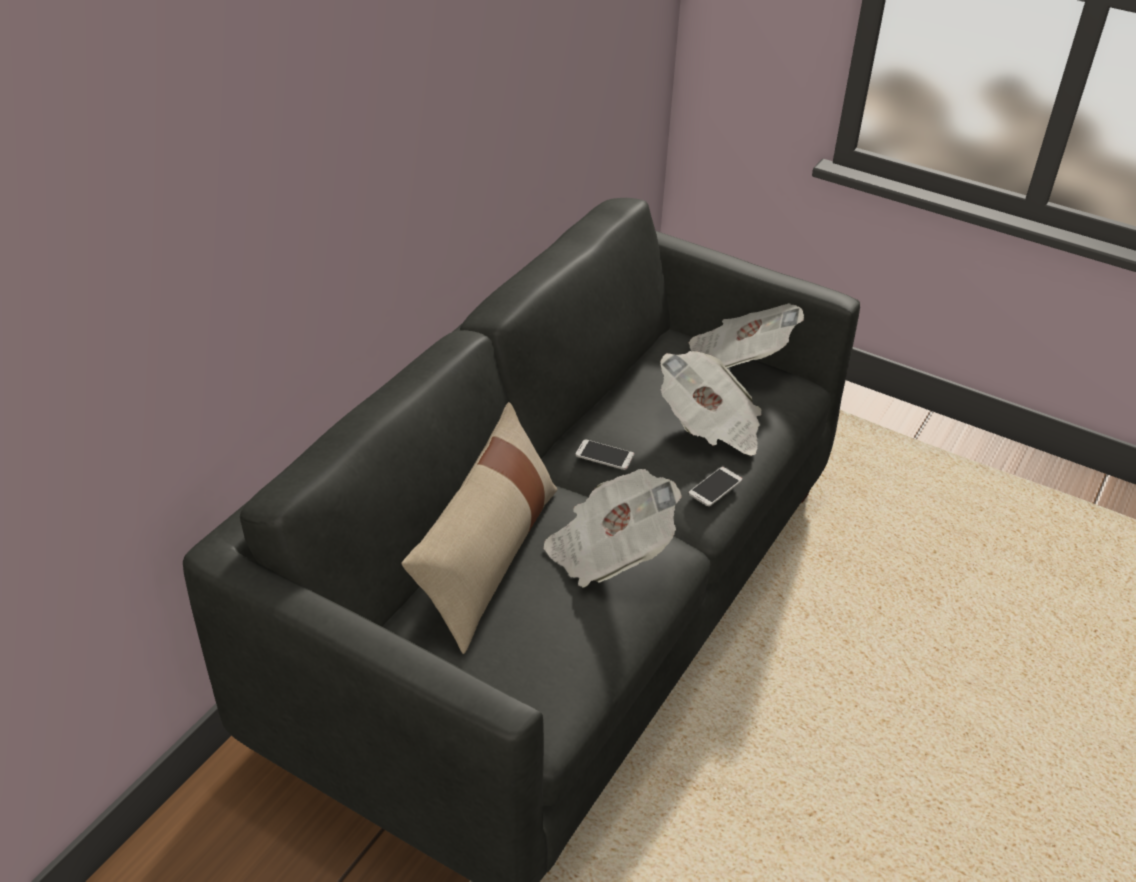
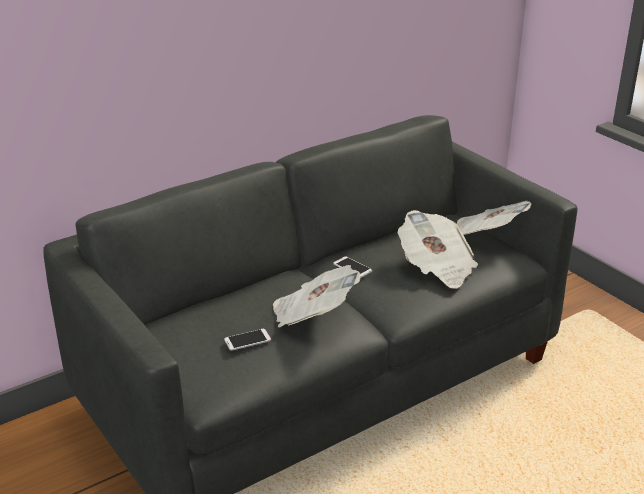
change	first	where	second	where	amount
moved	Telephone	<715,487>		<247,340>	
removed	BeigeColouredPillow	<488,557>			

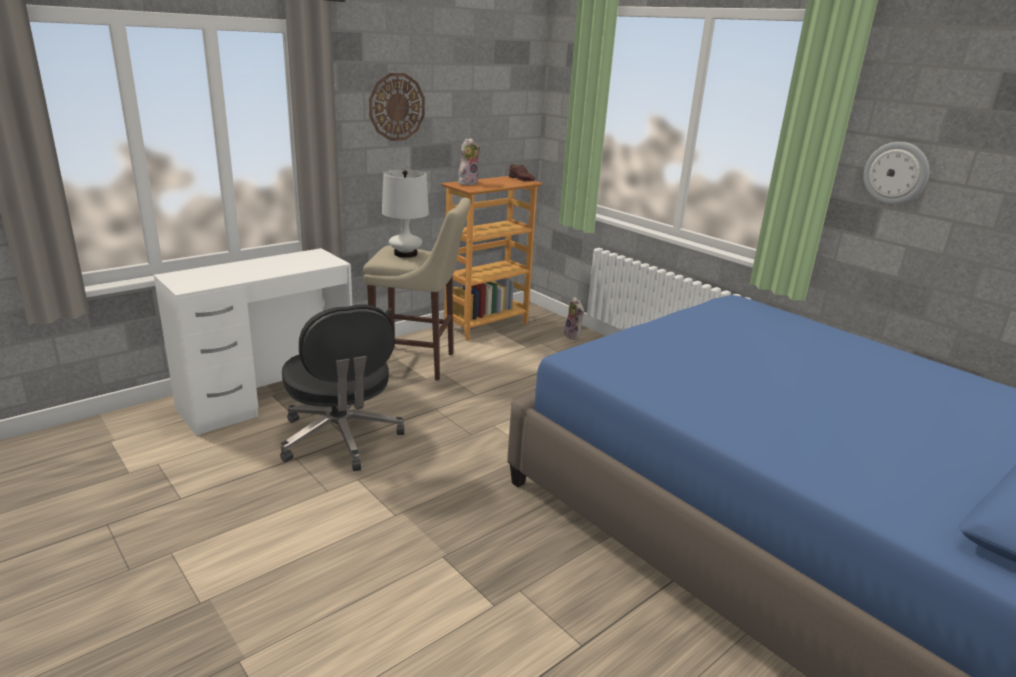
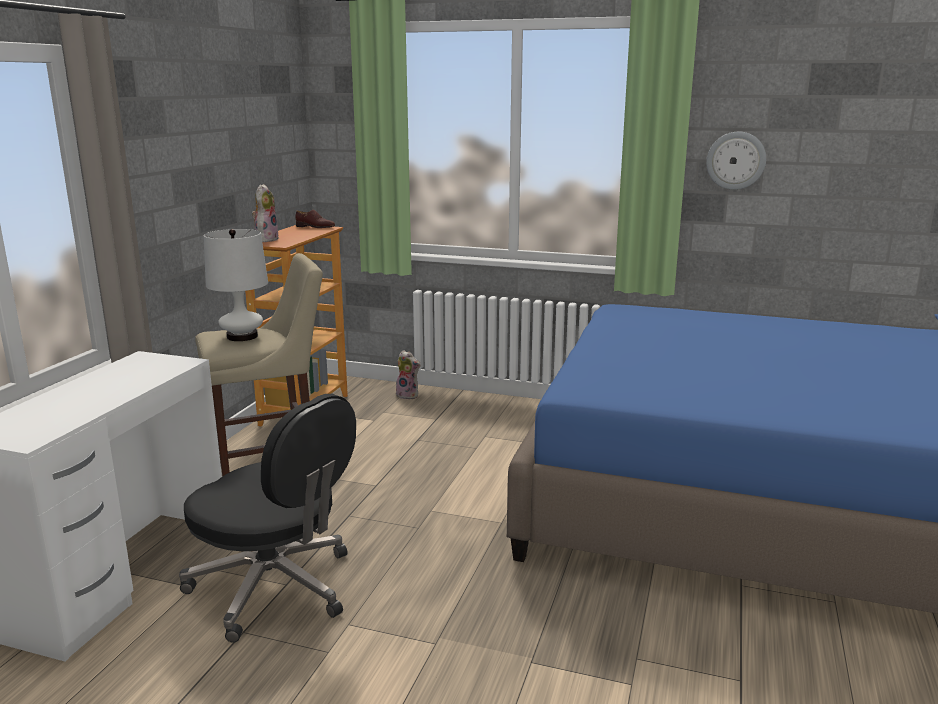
change	first	where	second	where	amount
removed	ClockOnTheWall	<396,107>			

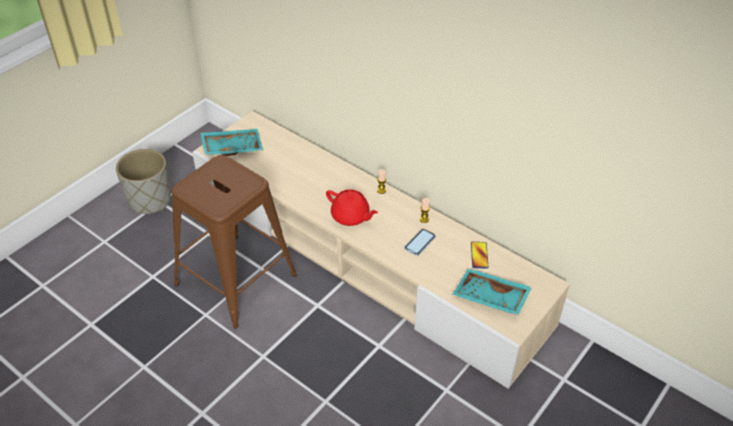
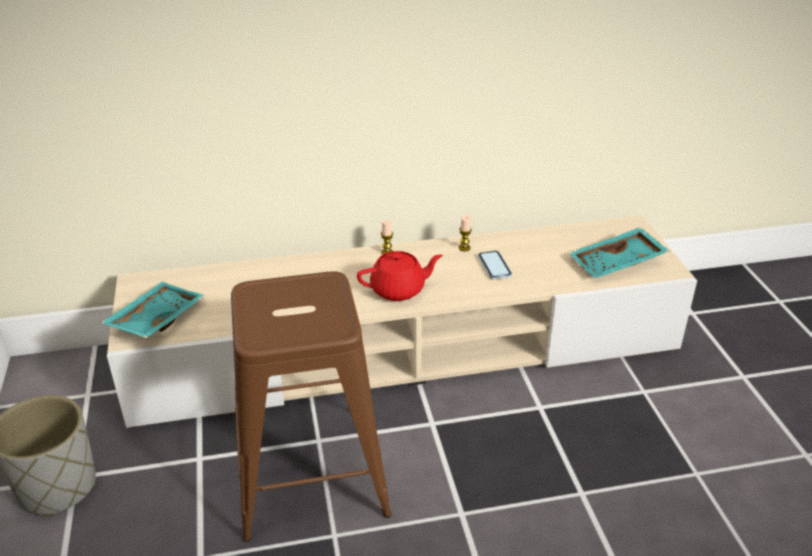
change	first	where	second	where	amount
removed	Telephone	<479,255>			

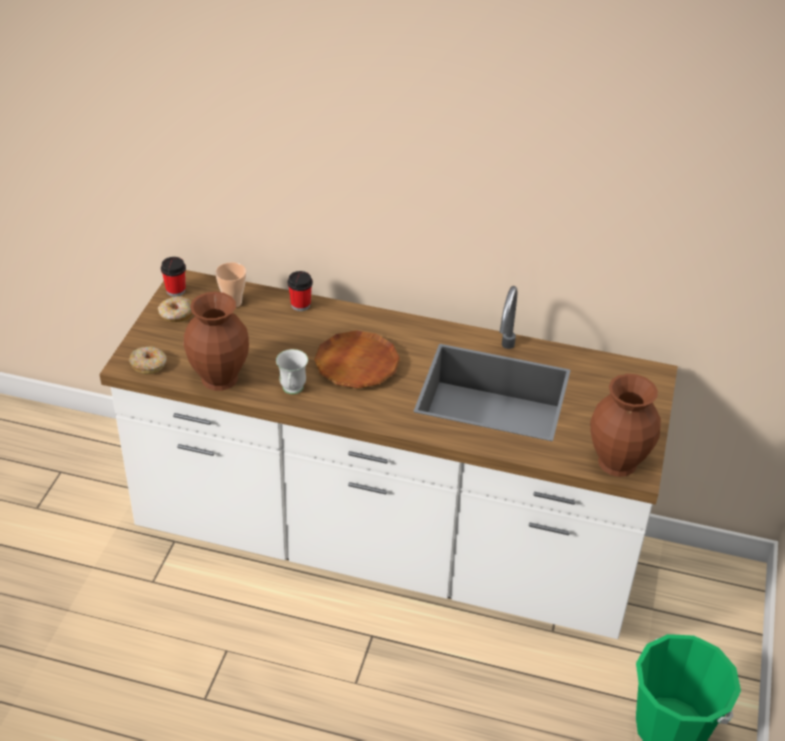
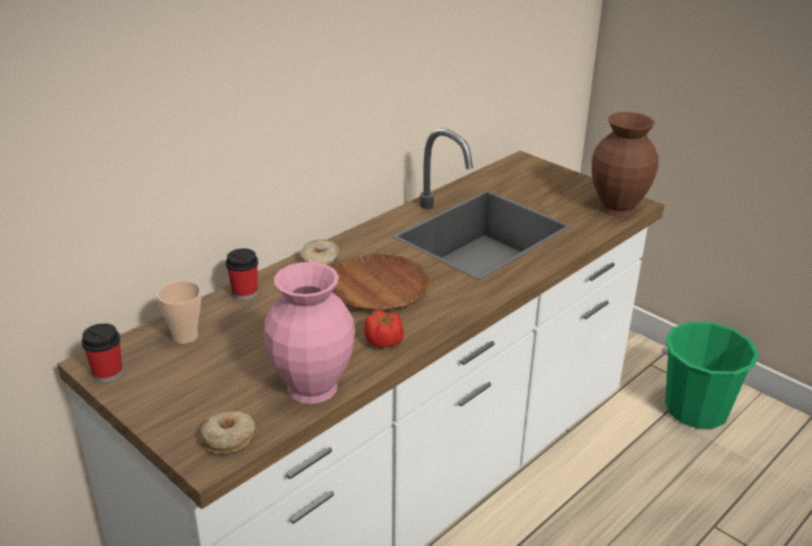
change	first	where	second	where	amount
recoloured	BrownishVase	<219,377>	PinkVase	<310,386>	
moved	Doughnut	<176,314>		<320,261>	
replaced	WhitishMug	<292,391>	Tomato	<384,342>	

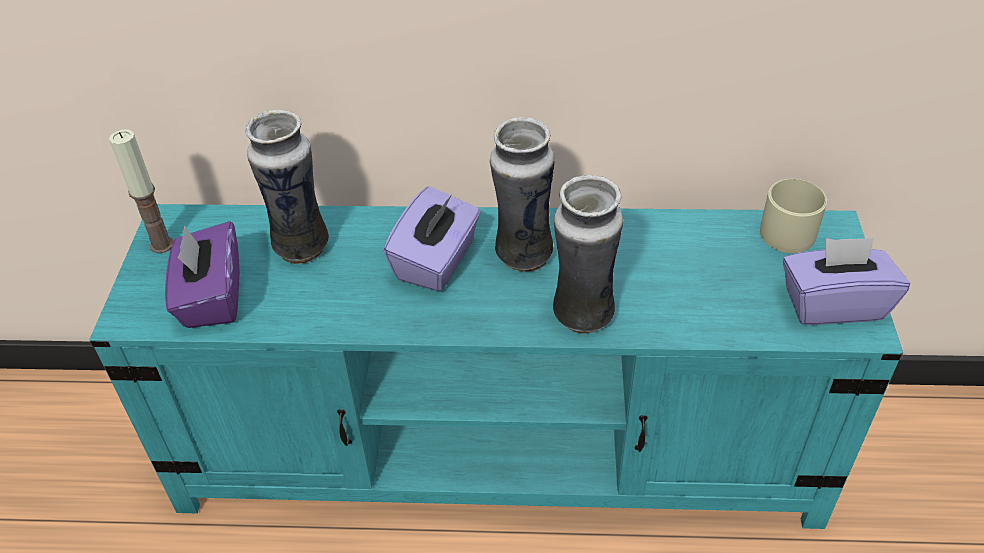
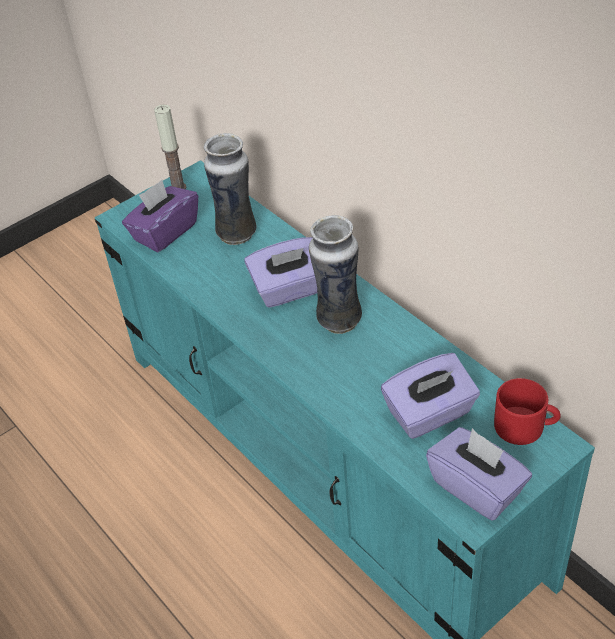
change	first	where	second	where	amount
added			PurpleColouredTissueHolder	<430,414>	
recoloured	BeigeColouredMug	<792,231>	RedColouredMug	<525,426>	
removed	Vase	<582,316>			

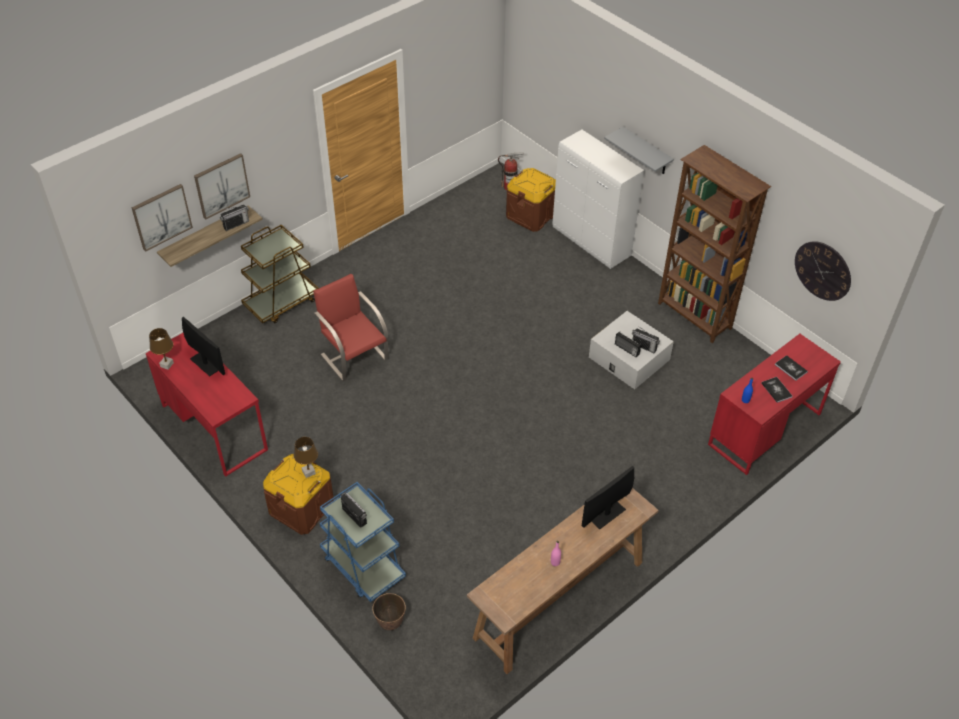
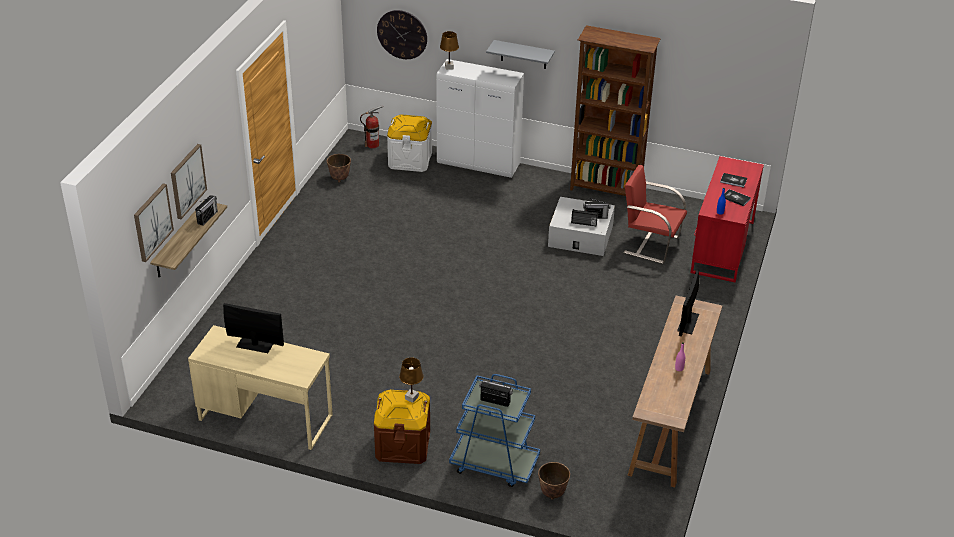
change	first	where	second	where	amount
recoloured	RedColouredDeskTable	<214,427>	BeigeColouredDeskTable	<265,417>	
added			FlowerPot	<339,178>	
moved	ClockOnTheWall	<823,270>		<402,34>	
recoloured	BrownishStorageBin	<531,215>	WhitishStorageBin	<410,160>	
moved	BrownishTableLamp	<167,365>		<449,67>	
moved	RedColouredChair	<354,356>		<650,244>	
removed	BrownishCart	<282,302>			

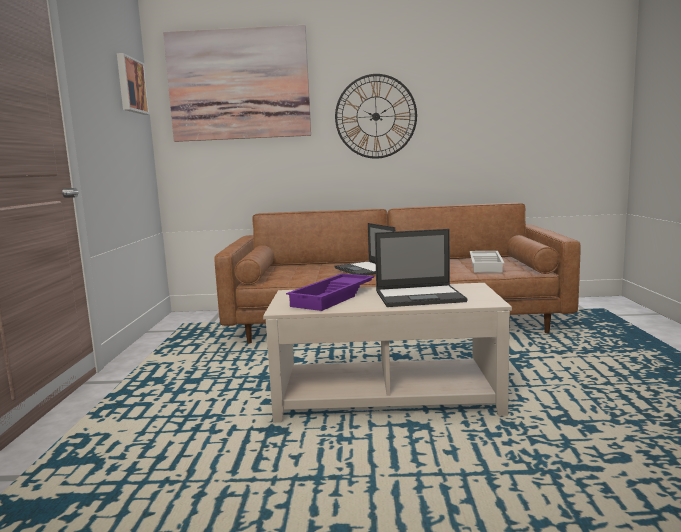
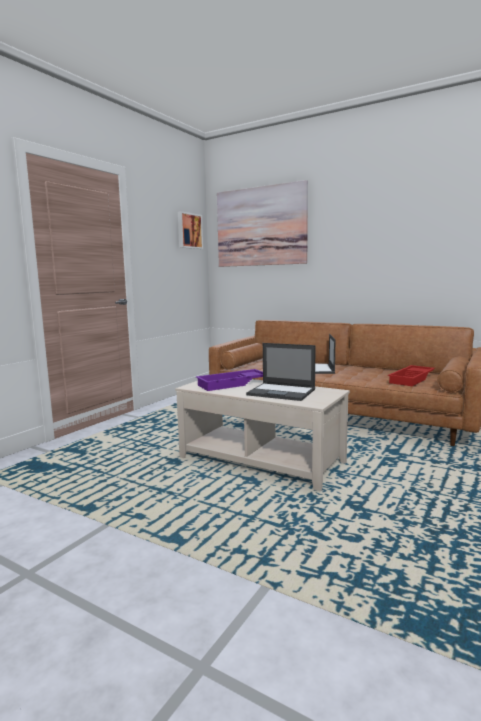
change	first	where	second	where	amount
recoloured	WhitishTray	<487,266>	RedColouredTray	<412,379>	
removed	ClockOnTheWall	<376,116>			

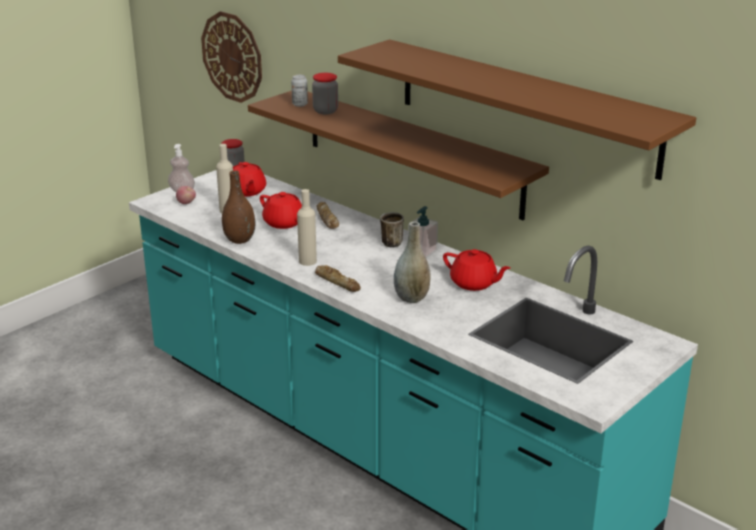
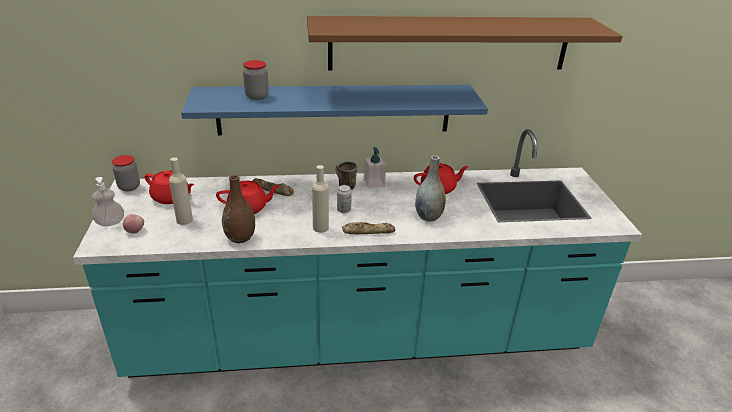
change	first	where	second	where	amount
recoloured	BrownishShelf	<411,152>	BluishShelf	<334,109>	
moved	Can	<300,104>		<344,210>	
removed	ClockOnTheWall	<232,57>			

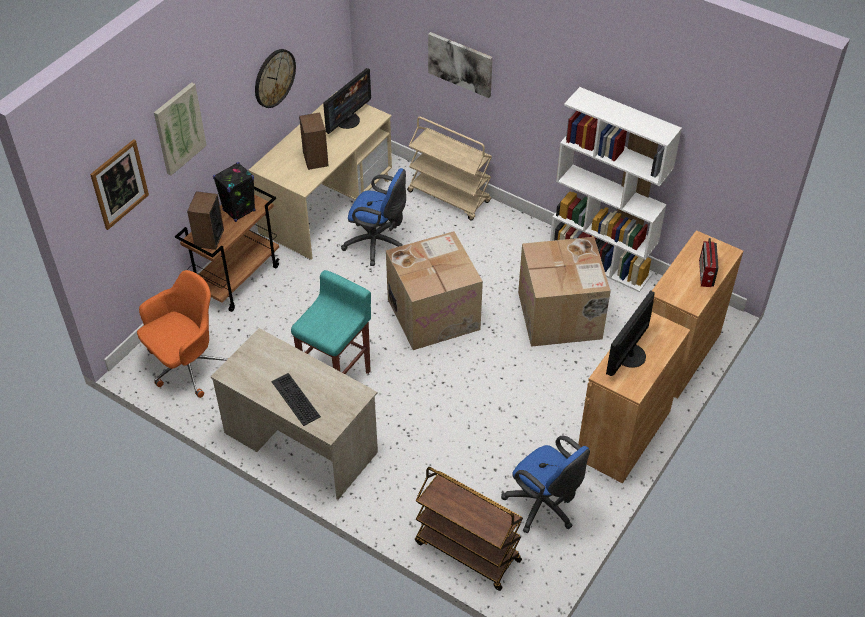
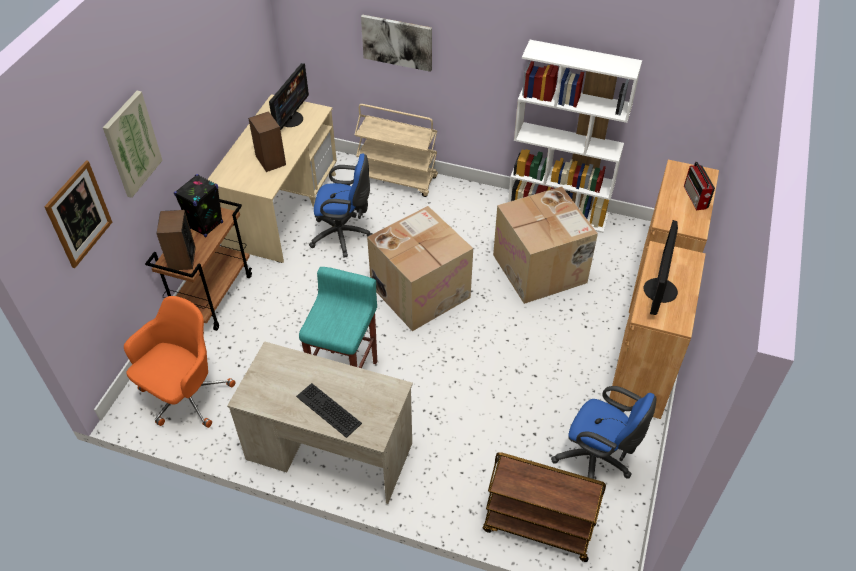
change	first	where	second	where	amount
removed	ClockOnTheWall	<274,78>			

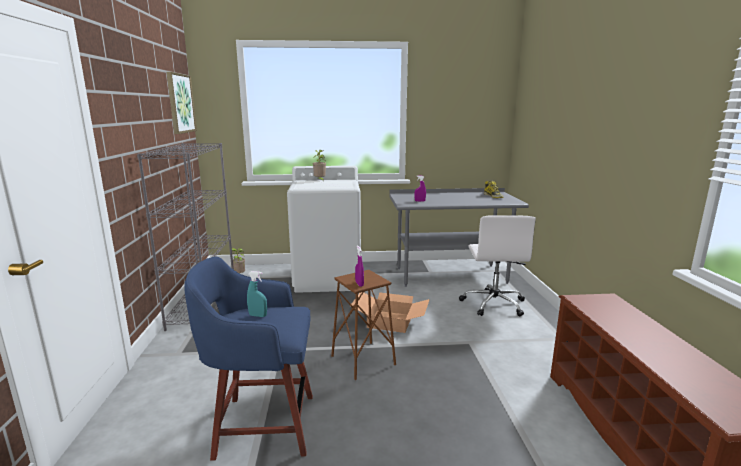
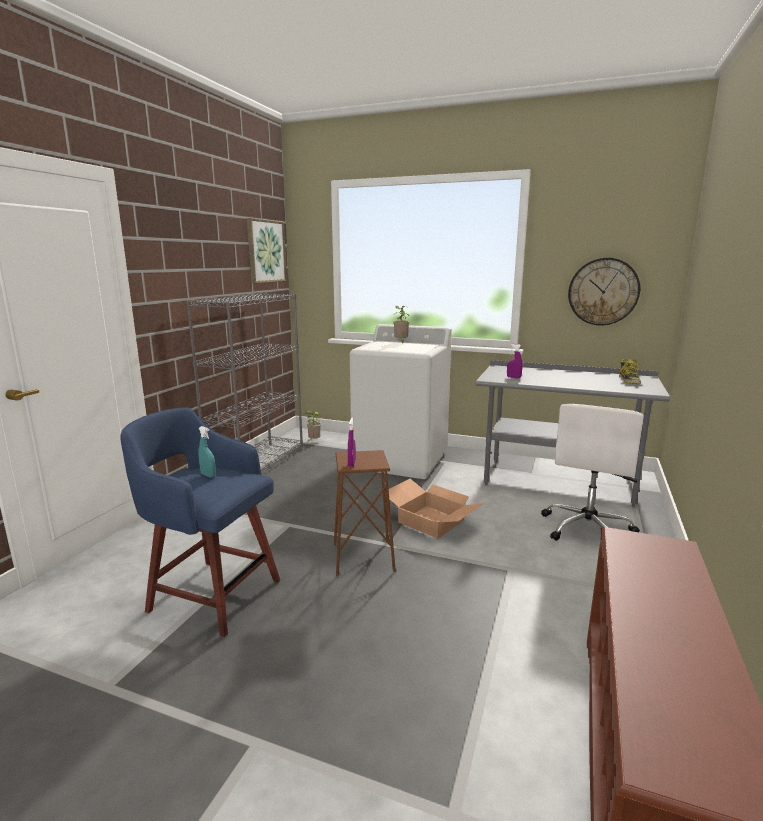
change	first	where	second	where	amount
added			ClockOnTheWall	<603,291>	

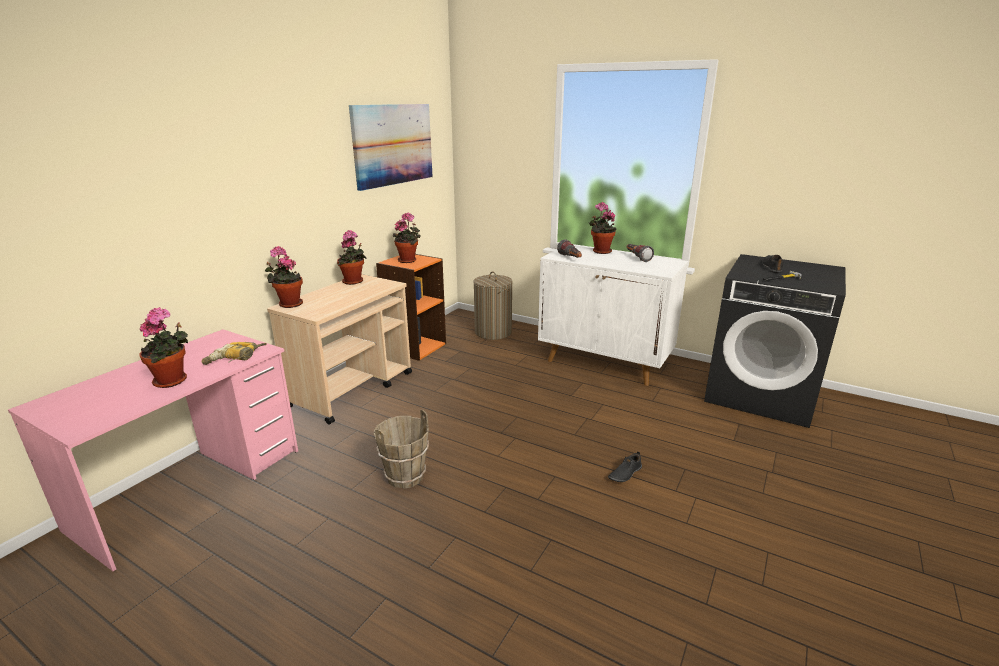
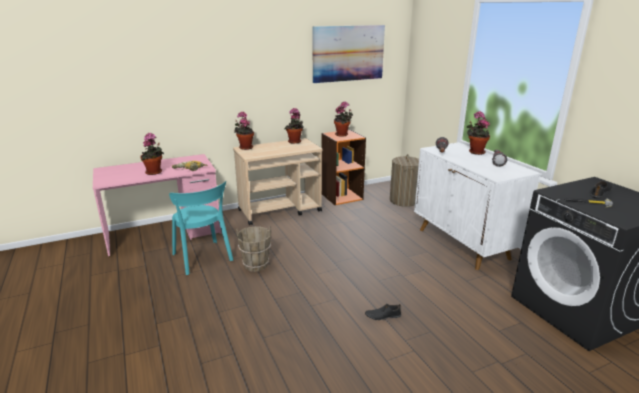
change	first	where	second	where	amount
added			TurquoiseChair	<203,258>	

